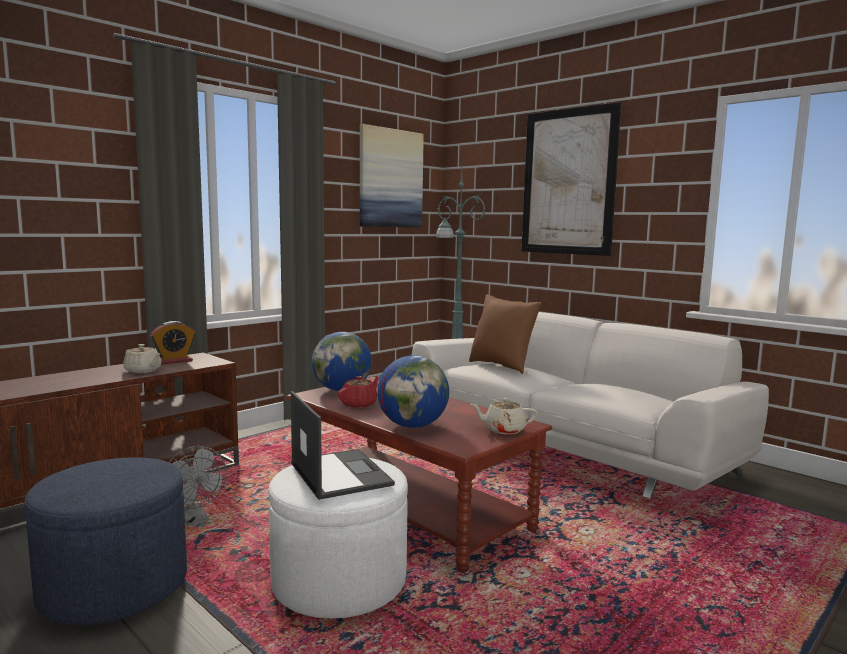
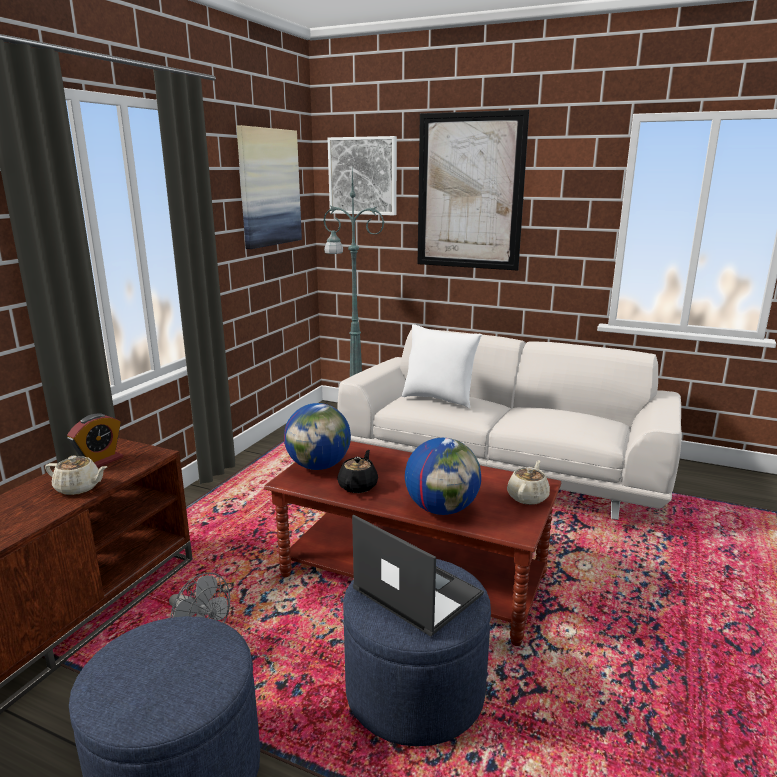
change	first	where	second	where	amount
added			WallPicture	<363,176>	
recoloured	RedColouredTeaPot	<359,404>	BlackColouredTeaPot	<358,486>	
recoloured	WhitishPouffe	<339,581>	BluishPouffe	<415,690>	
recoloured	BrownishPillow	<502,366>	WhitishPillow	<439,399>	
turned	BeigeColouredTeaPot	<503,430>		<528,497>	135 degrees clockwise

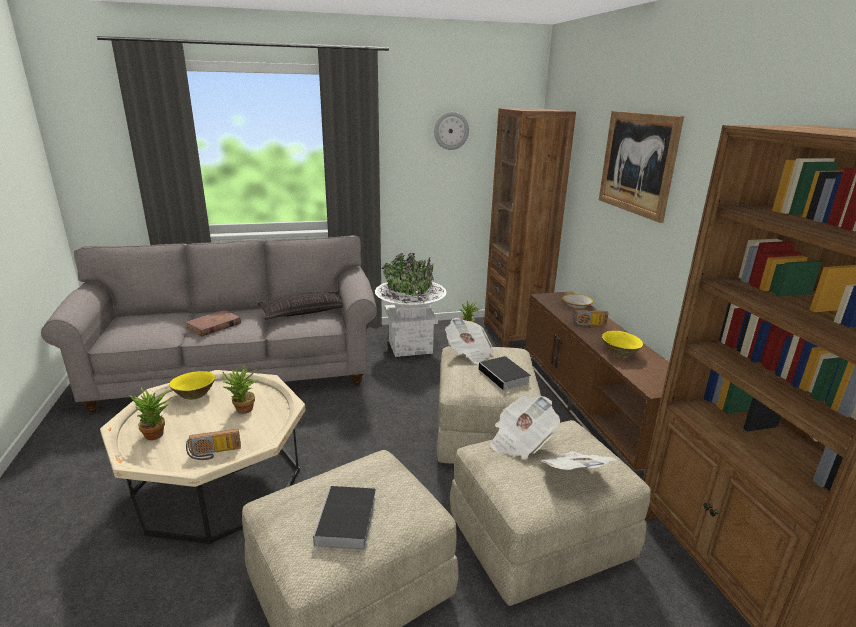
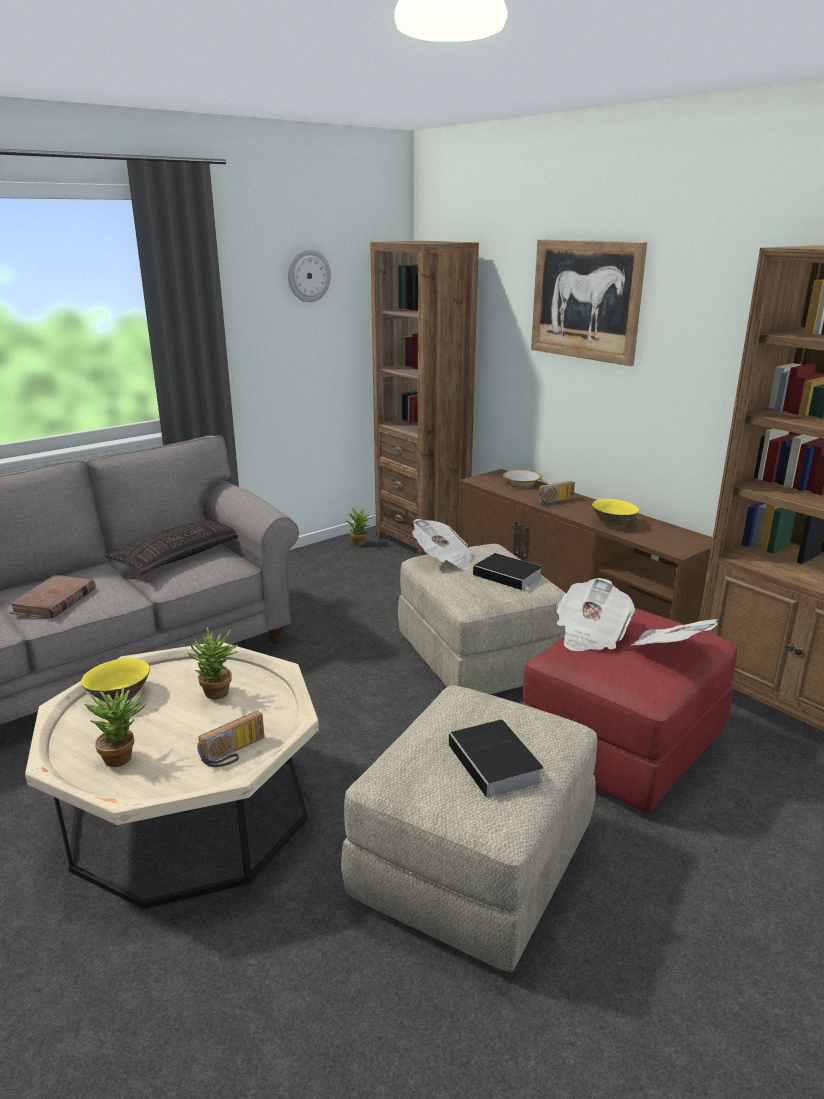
change	first	where	second	where	amount
recoloured	BeigeColouredPouffe	<539,539>	RedColouredPouffe	<622,744>	
removed	WhitishFlowerPot	<410,346>			

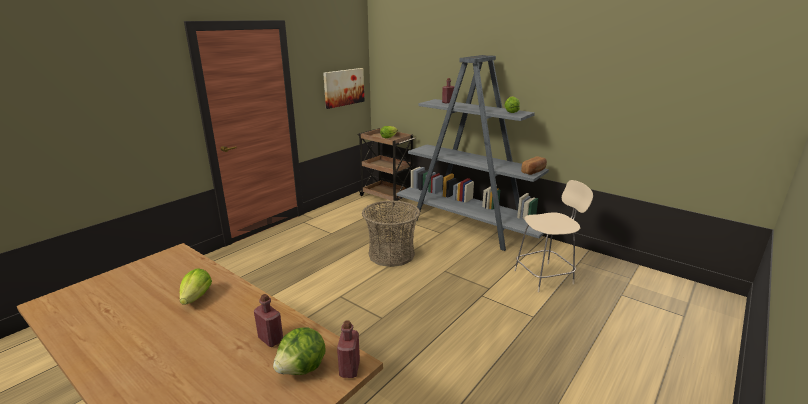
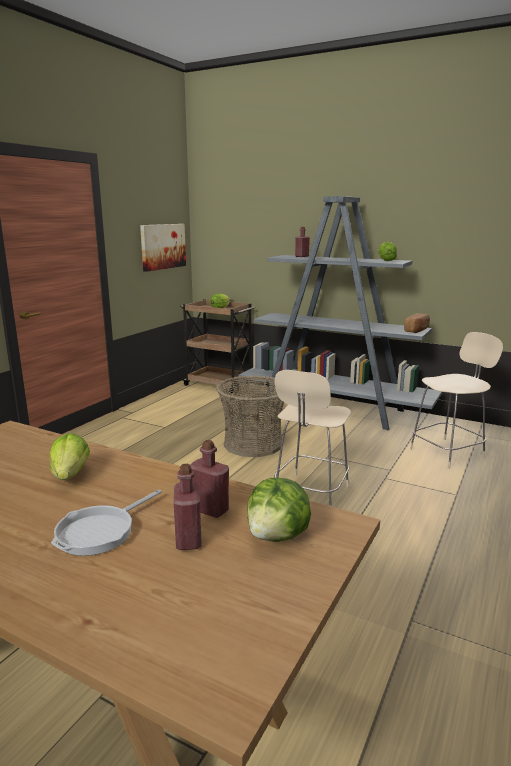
change	first	where	second	where	amount
added			FryingPan	<100,531>	
moved	RedColouredBeverageBottle	<349,369>		<188,540>	
added			BeigeColouredChair	<310,494>	

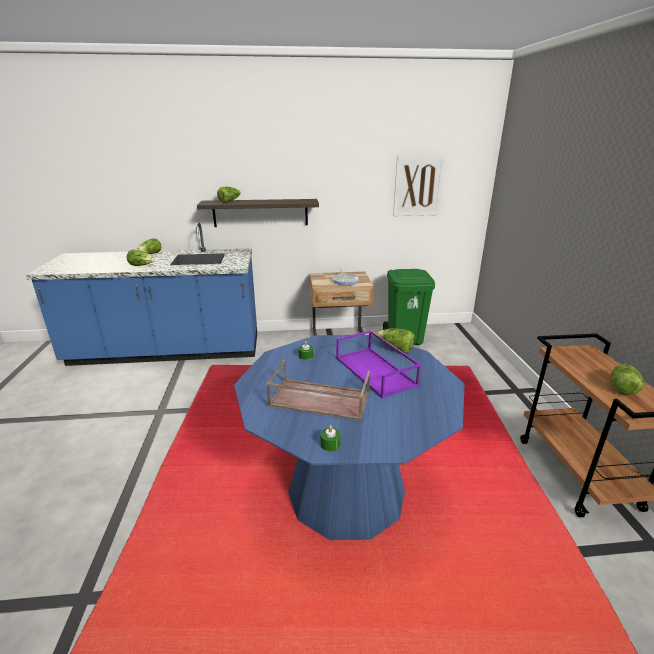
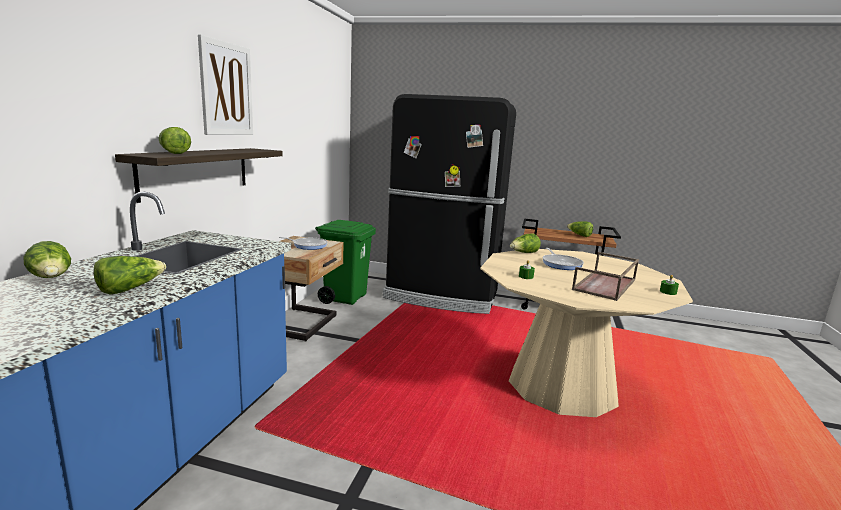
change	first	where	second	where	amount
moved	WallPicture	<418,186>		<226,89>	
added			BlackColouredFridge	<442,295>	
recoloured	BluishKitchenTable	<346,491>	BeigeColouredKitchenTable	<562,385>	
replaced	PurpleColouredTray	<376,371>	FryingPan	<561,264>	

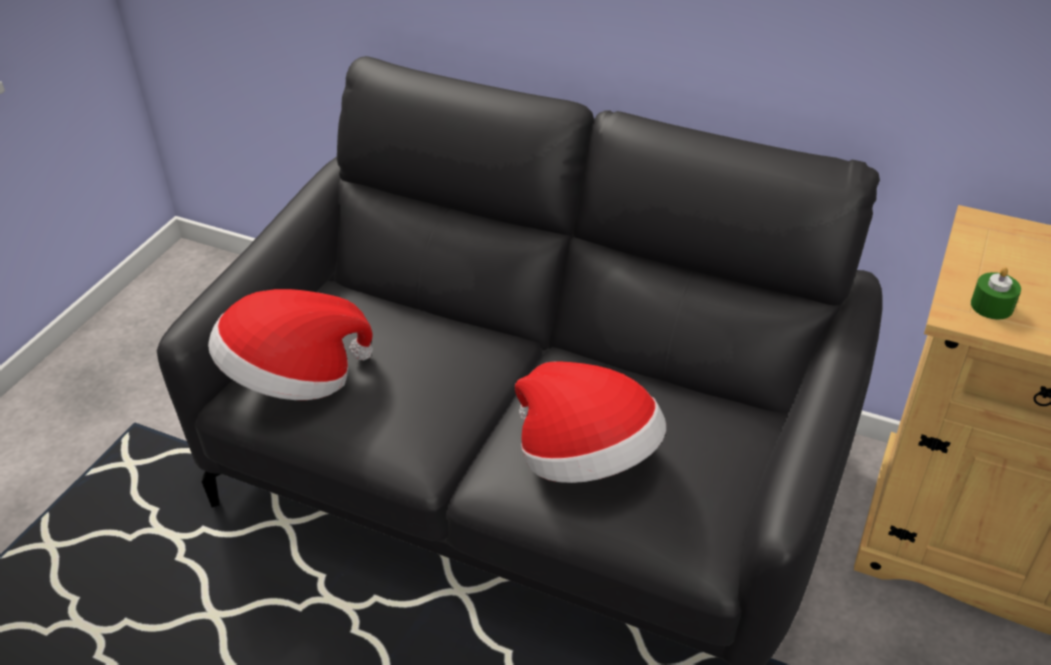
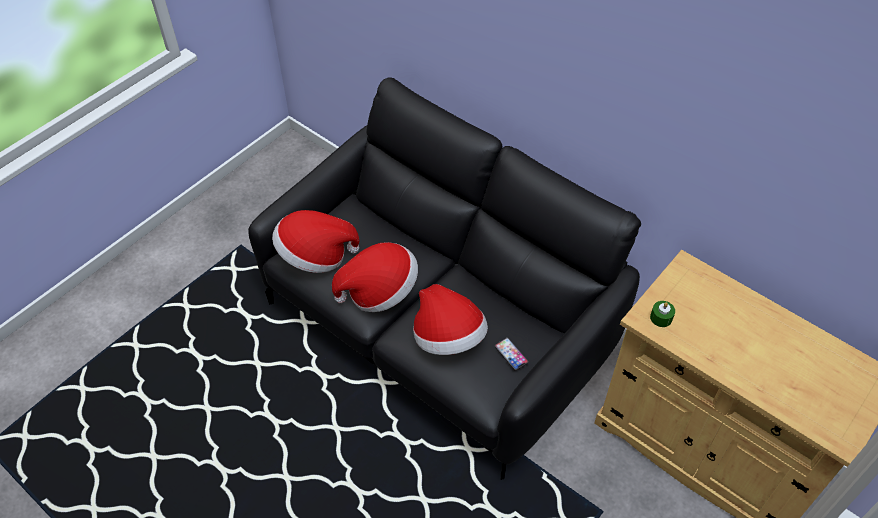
change	first	where	second	where	amount
added			ClothingHat	<379,291>	
added			Telephone	<511,354>	

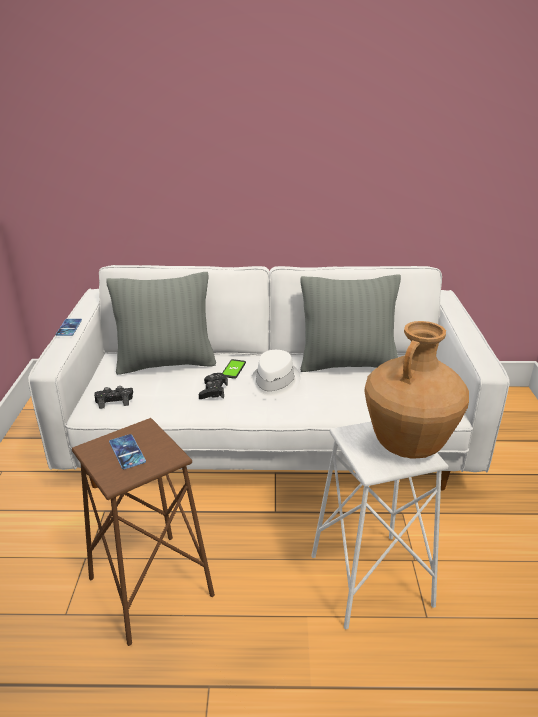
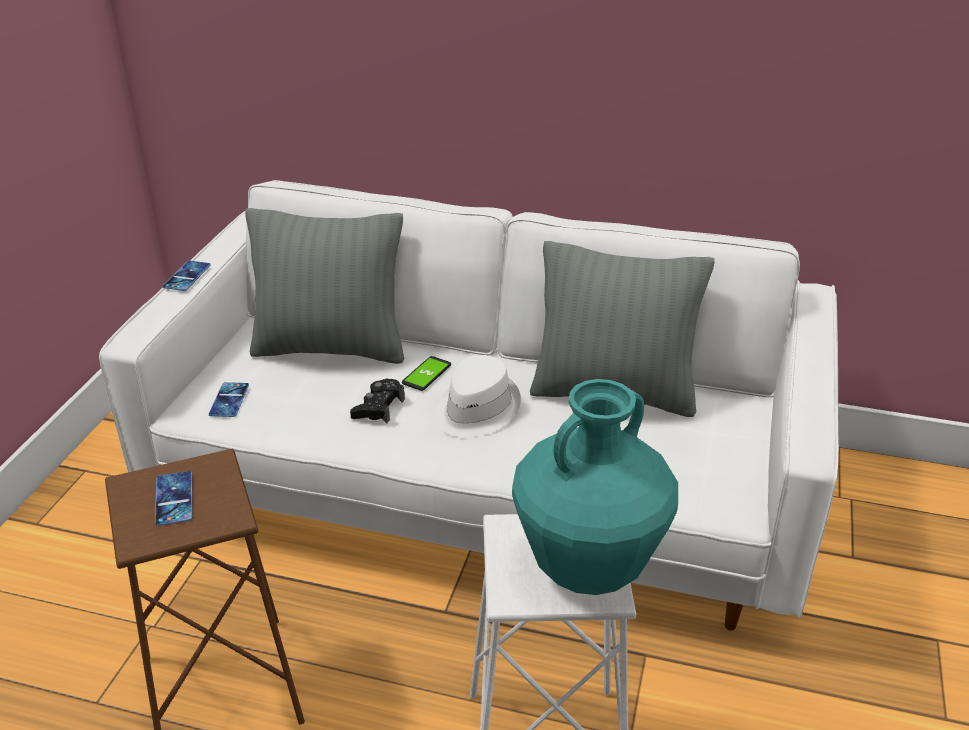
change	first	where	second	where	amount
replaced	BlackColouredGameController	<114,400>	Telephone	<229,400>	
recoloured	BrownishVase	<408,446>	TurquoiseVase	<589,568>	

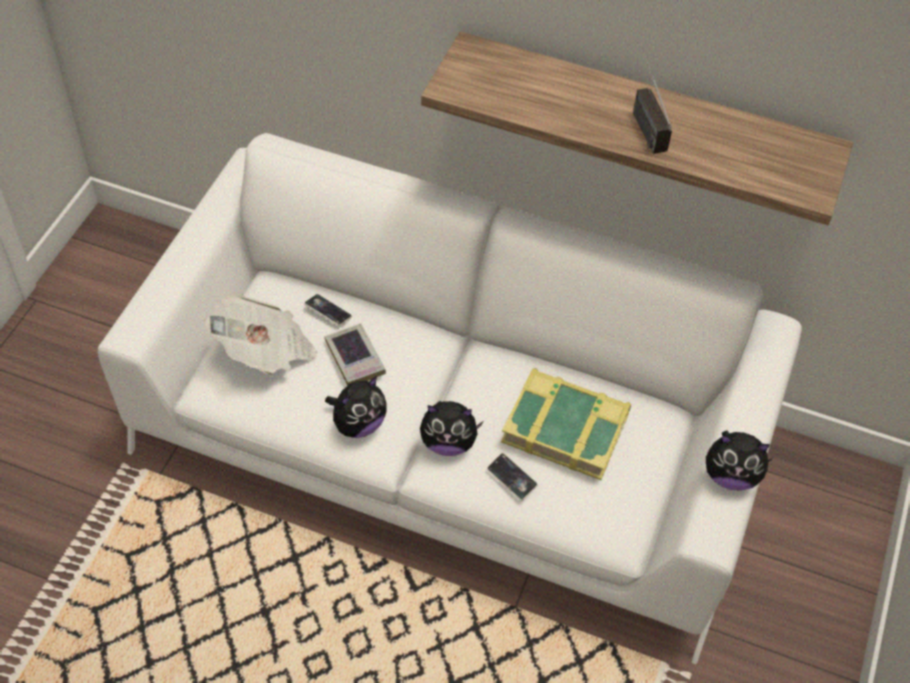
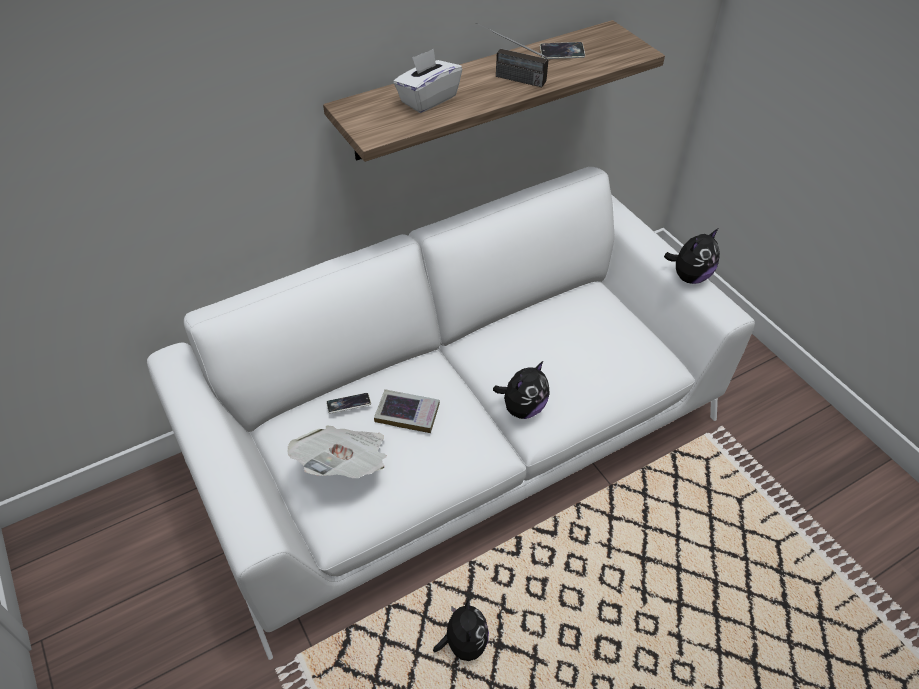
change	first	where	second	where	amount
added			WhitishTissueHolder	<427,99>	
moved	PlushToy	<358,424>		<463,643>	
moved	Telephone	<511,478>		<562,53>	
removed	BoundBook	<565,427>			

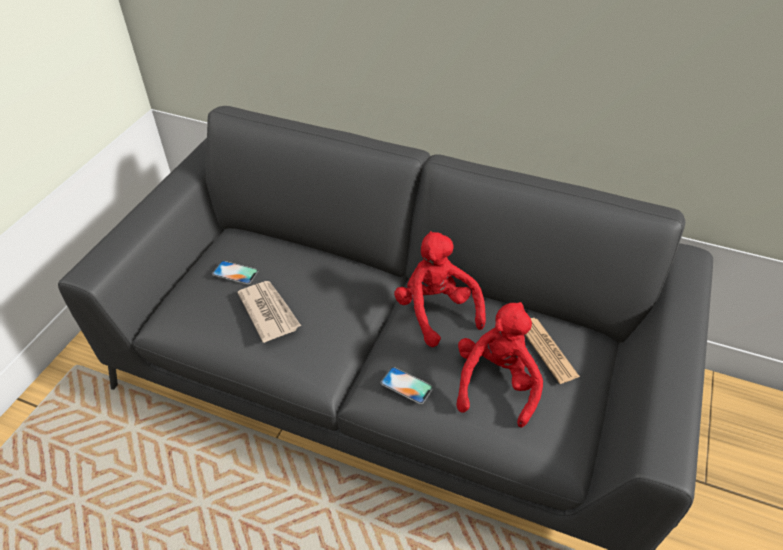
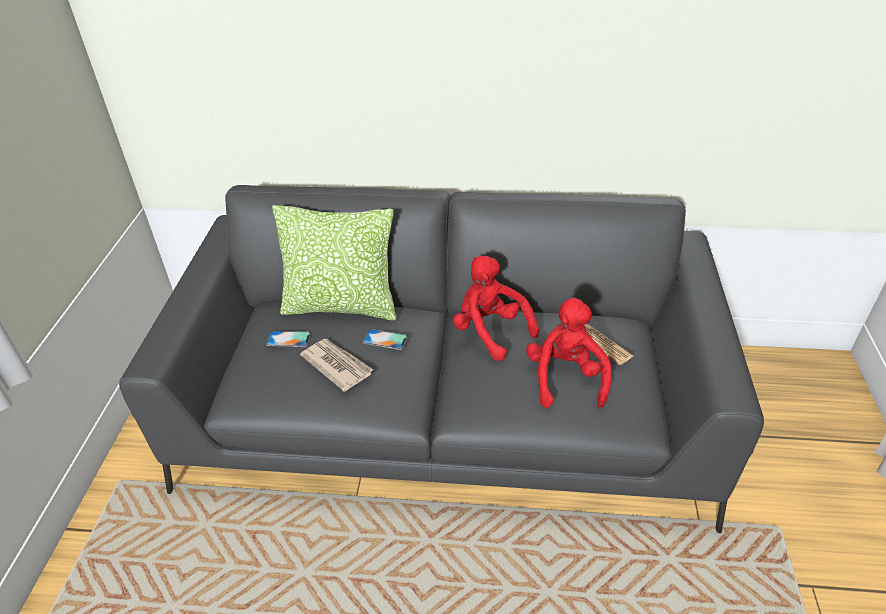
change	first	where	second	where	amount
added			Pillow	<341,306>	
moved	Telephone	<406,385>		<385,339>	

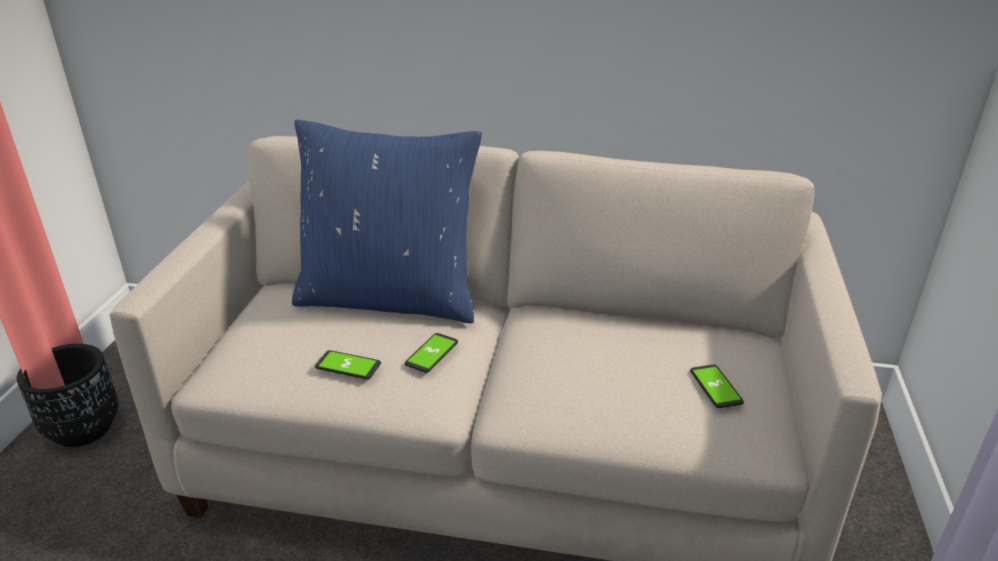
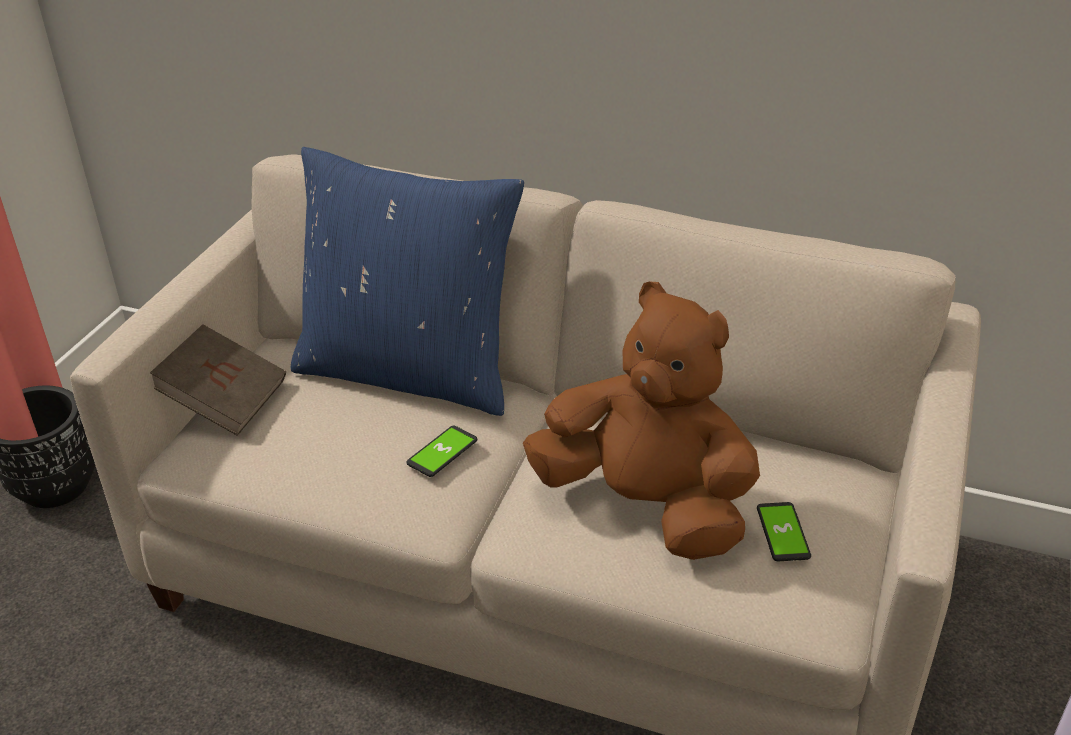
change	first	where	second	where	amount
added			BrownishBoundBook	<218,398>	
added			BrownishPlushToy	<646,506>	
removed	Telephone	<348,366>			

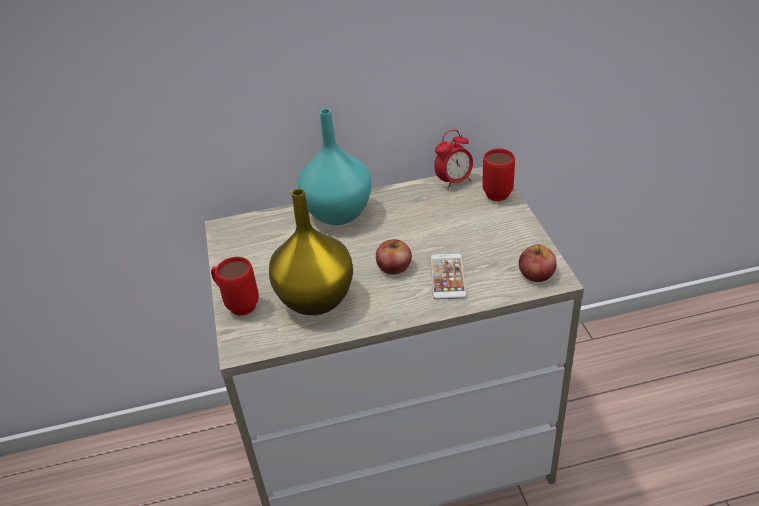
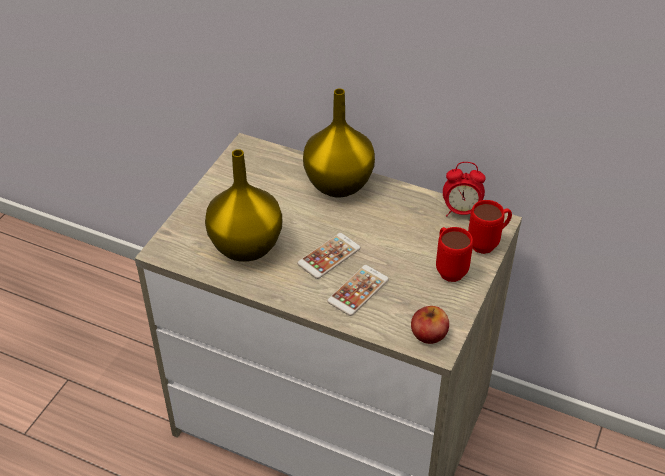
change	first	where	second	where	amount
replaced	WholeApple	<394,266>	Telephone	<329,256>	
recoloured	TurquoiseVase	<340,213>	YellowishVase	<340,185>	
moved	RedColouredMug	<237,305>		<448,268>	

